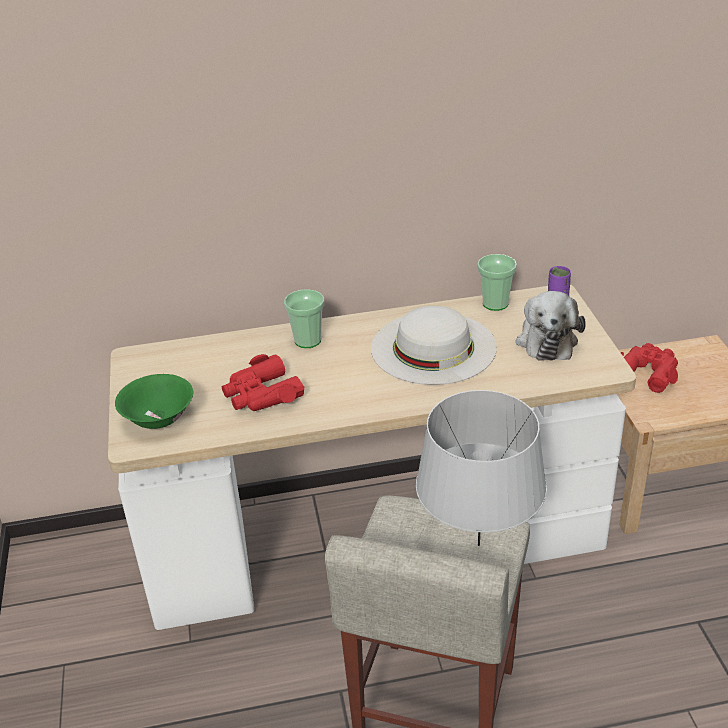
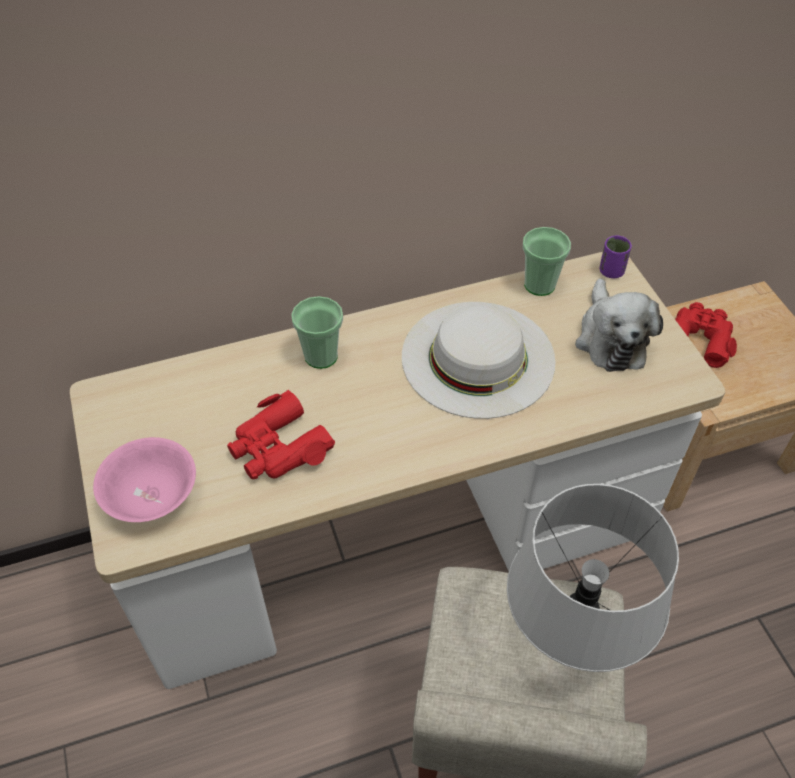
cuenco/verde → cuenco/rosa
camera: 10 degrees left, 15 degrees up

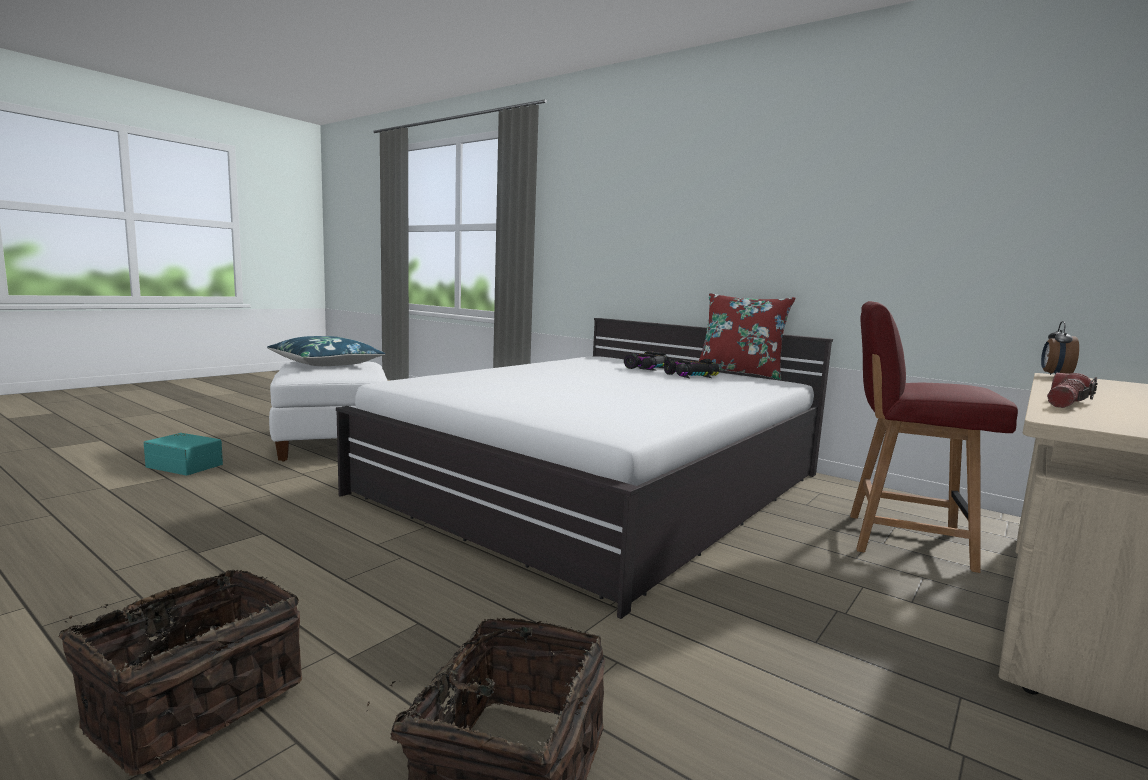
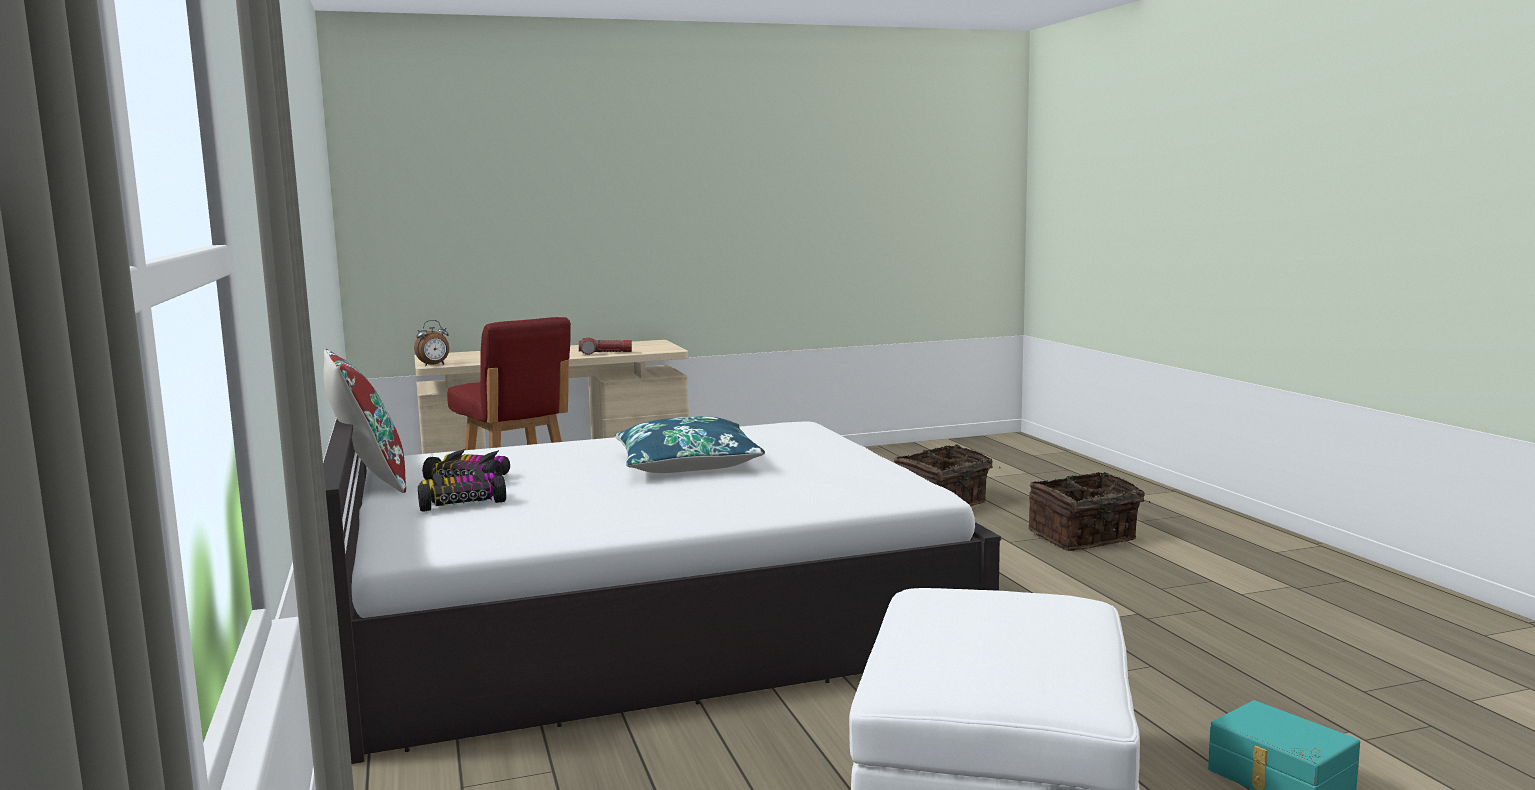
cojín/azul, move
camera: 145 degrees left, 0 degrees up

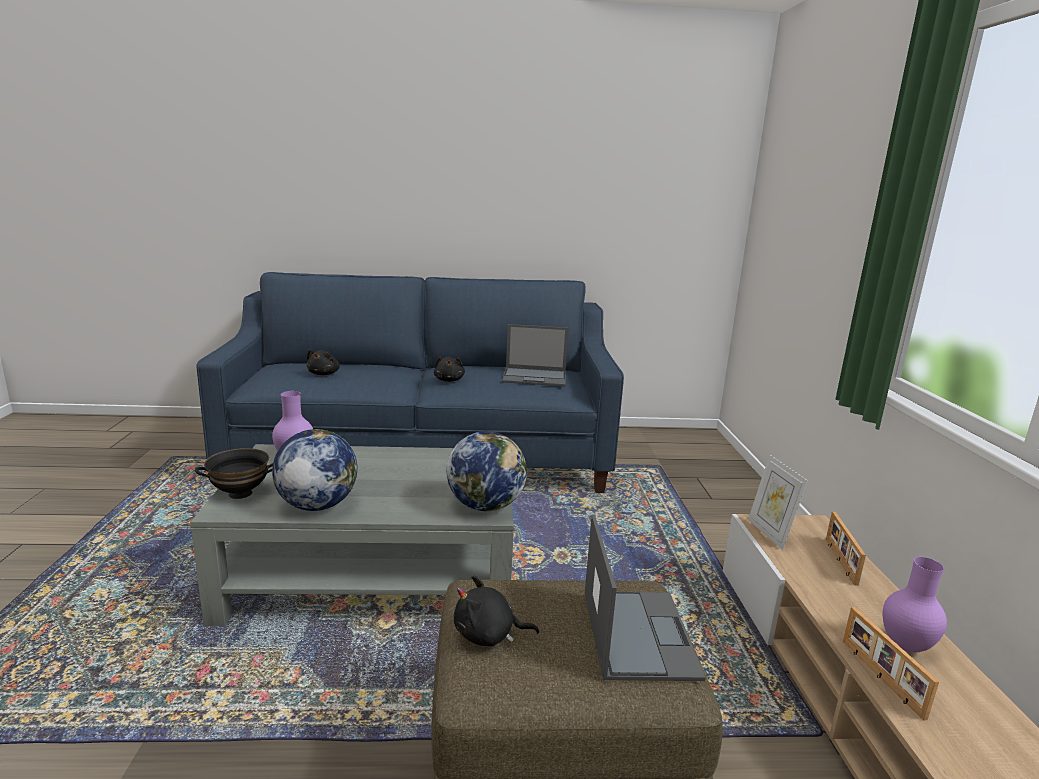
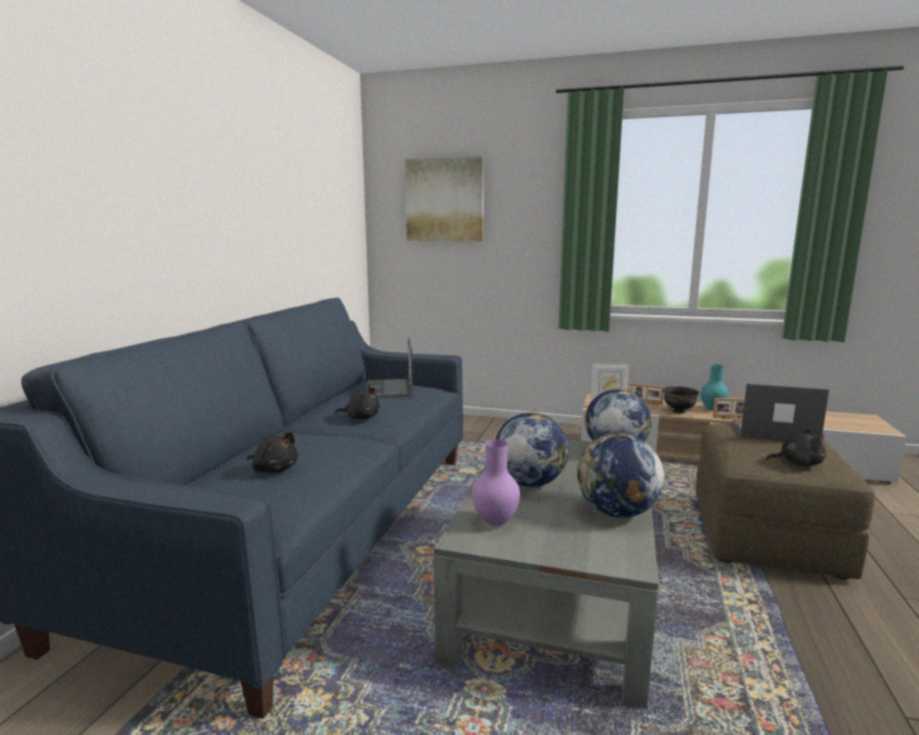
- → cuadro
- → globo terráqueo (1st from left)
cuenco/negro, move
florero/morado (2nd from left) → florero/turquesa
peluche/negro (3rd from left), 105 degrees counterclockwise
portátil (1st from left), 150 degrees clockwise
camera: 70 degrees left, 5 degrees down

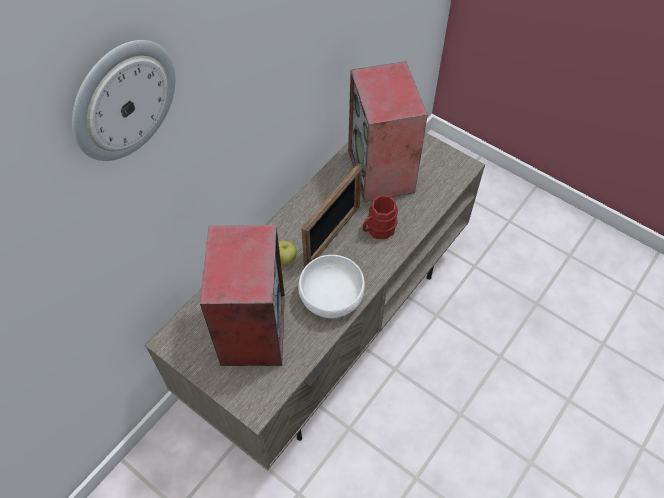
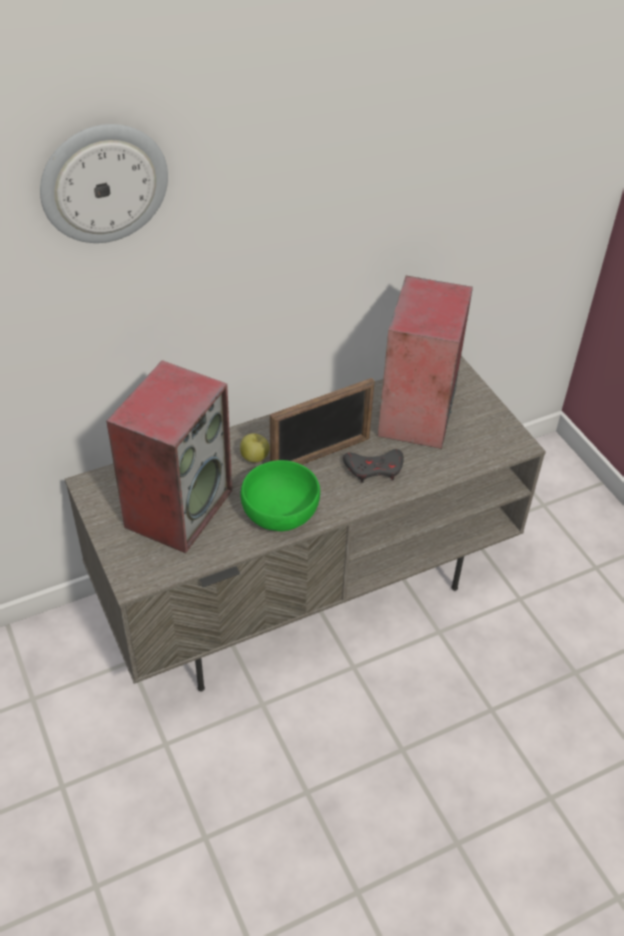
taza grande/rojo → mando de consola/gris
cuenco/blanco → cuenco/verde
camera: 25 degrees right, 10 degrees down

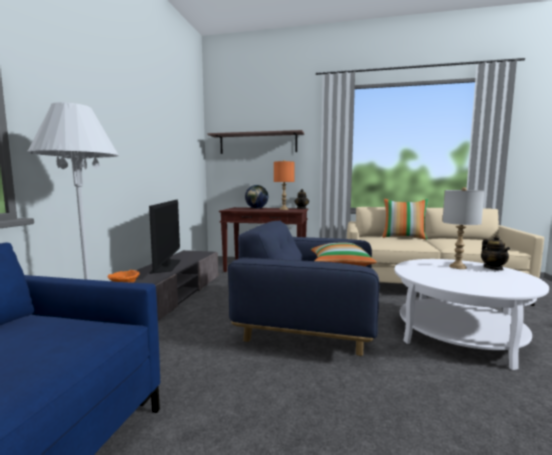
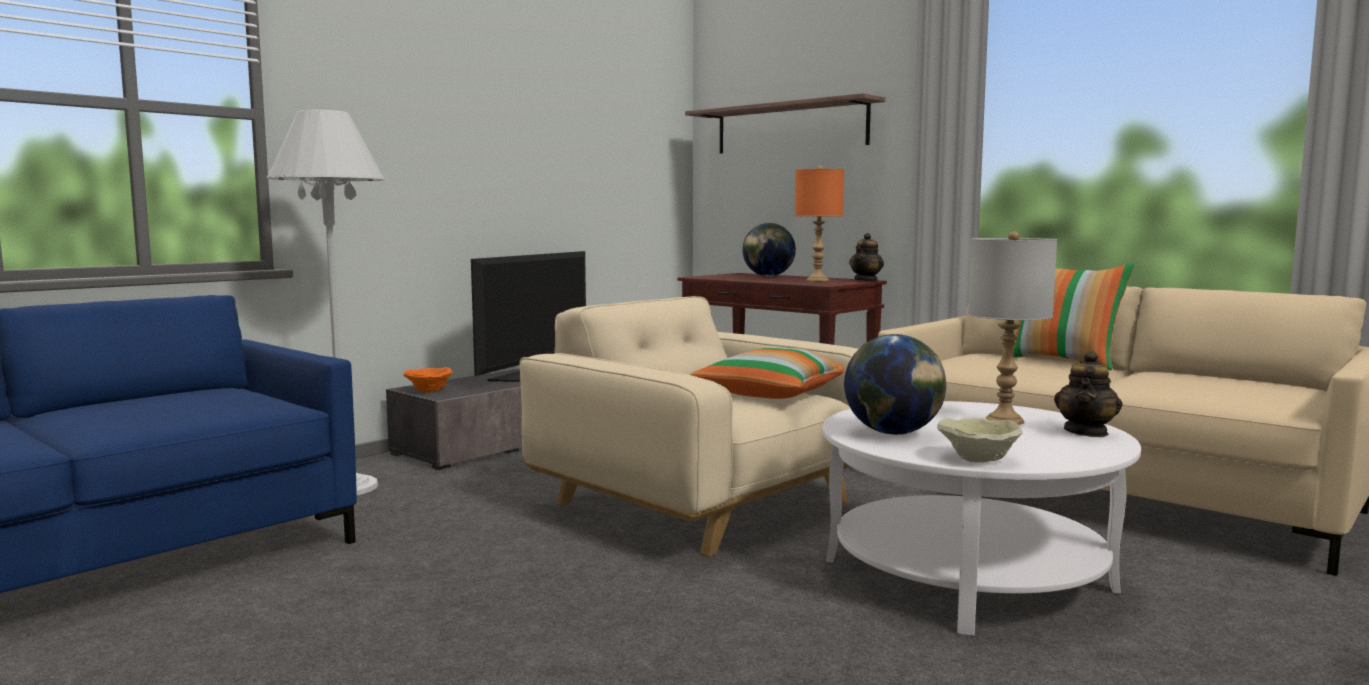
- → globo terráqueo (2nd from left)
- → cuenco/beis
sillón/azul → sillón/beis
camera: 30 degrees right, 0 degrees up

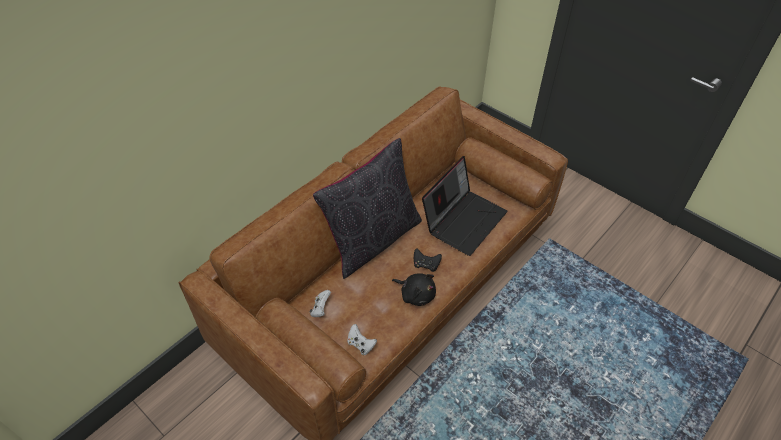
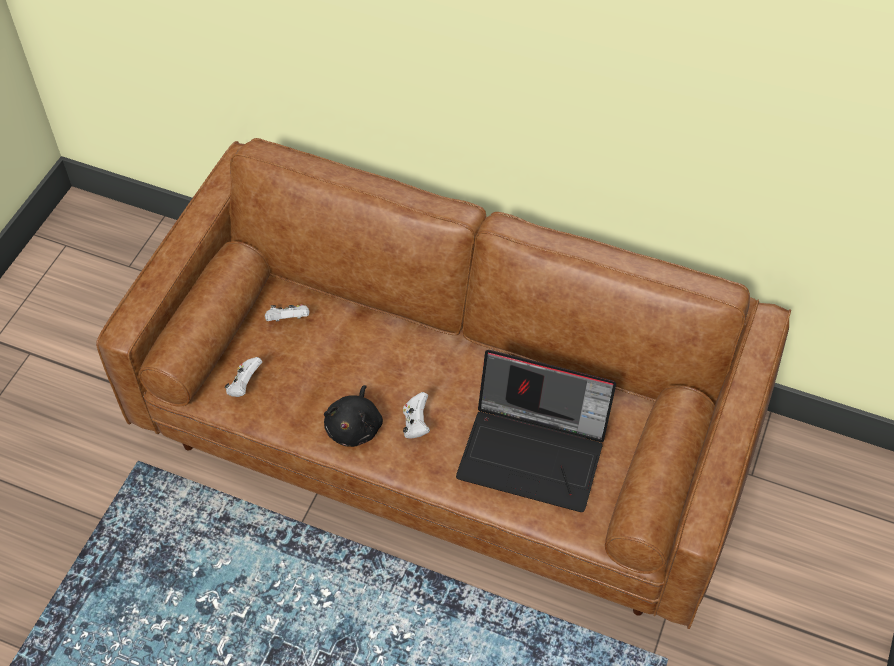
cojín/negro → -
mando de consola/negro → mando de consola/blanco (3rd from left)
camera: 70 degrees right, 5 degrees up

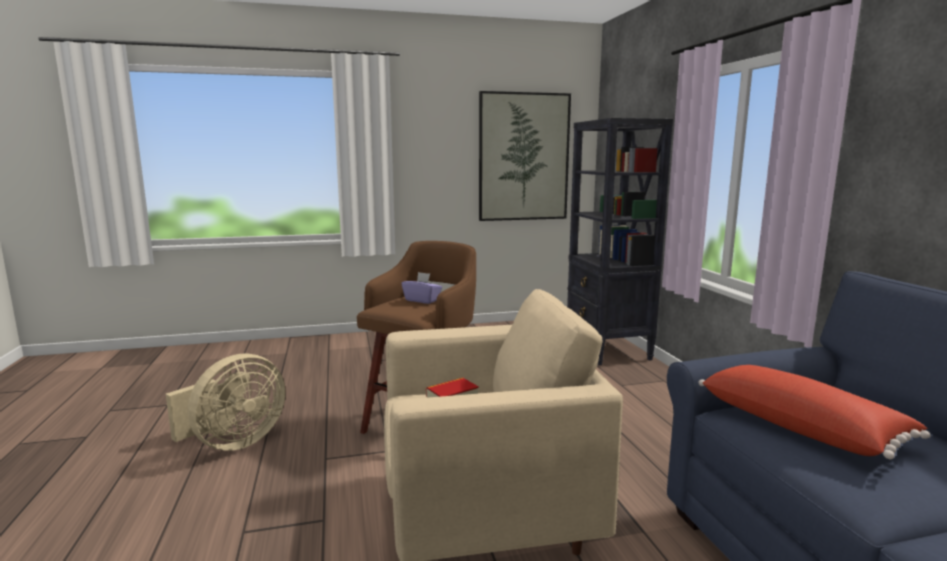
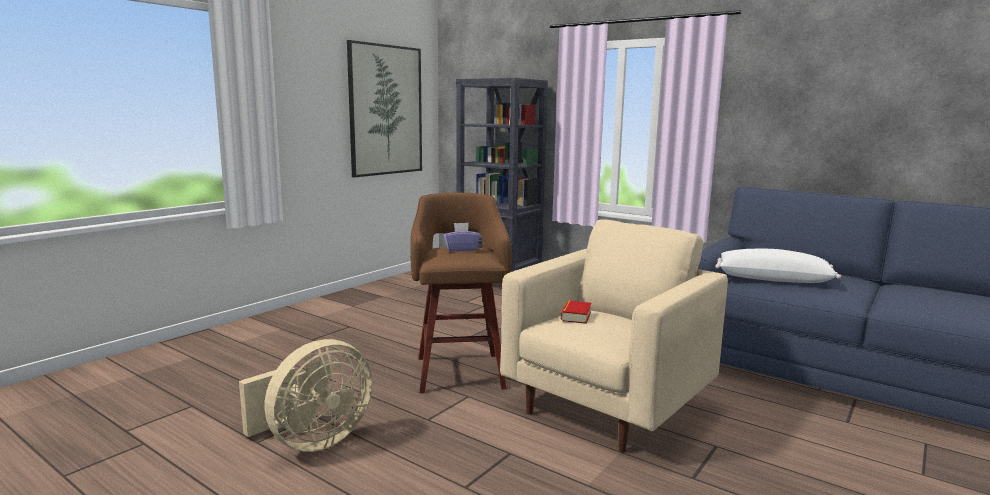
cojín/rojo → cojín/blanco
ventilador/beis, 45 degrees clockwise
camera: 40 degrees left, 0 degrees up

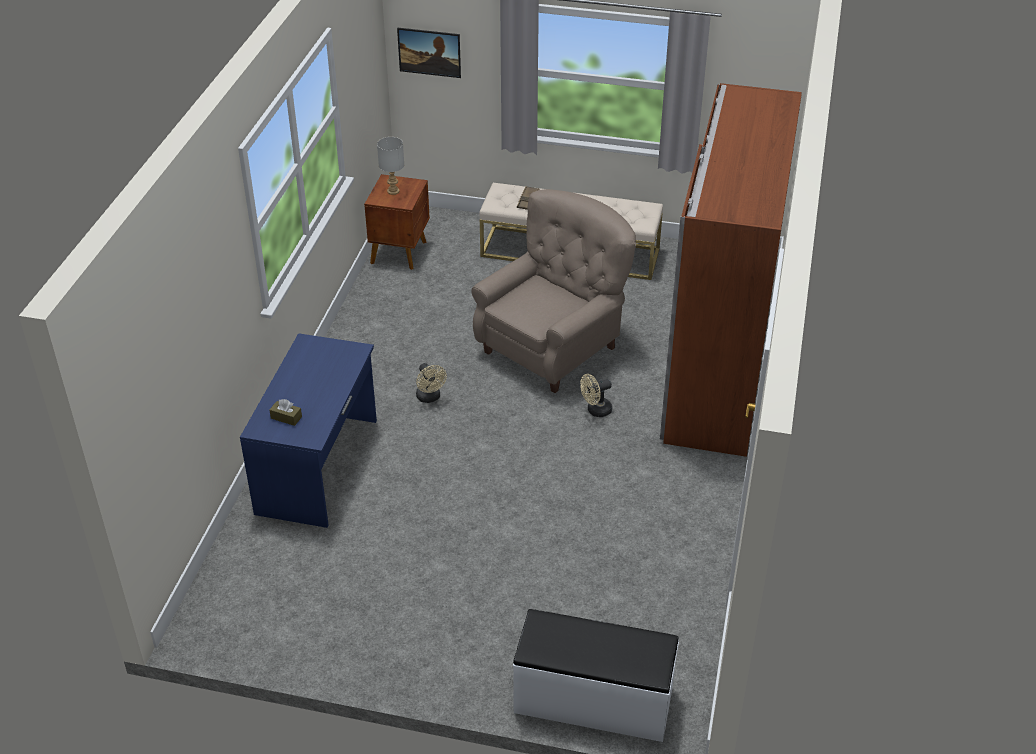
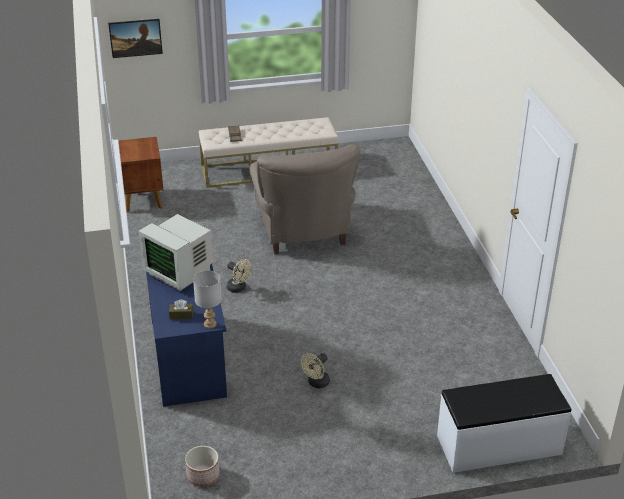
armario ropero/marrón → -
- → monitor
- → maceta
lámpara de mesa/gris, move
ventilador/beis (2nd from left), move
sillón/beis, 150 degrees clockwise
camera: 25 degrees left, 5 degrees down

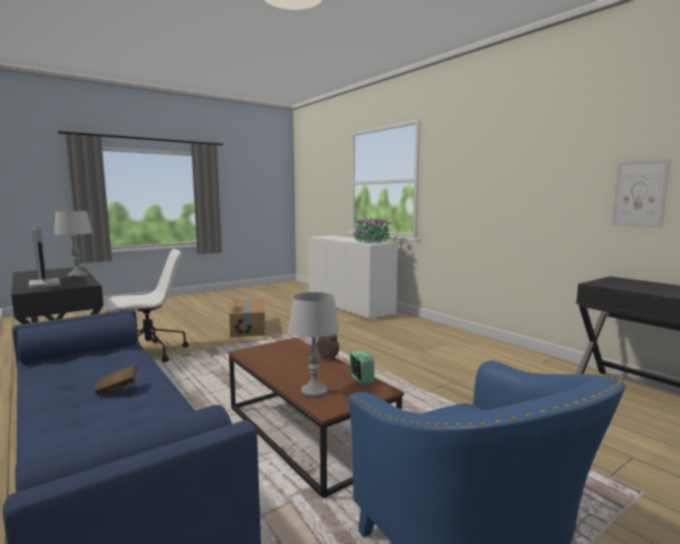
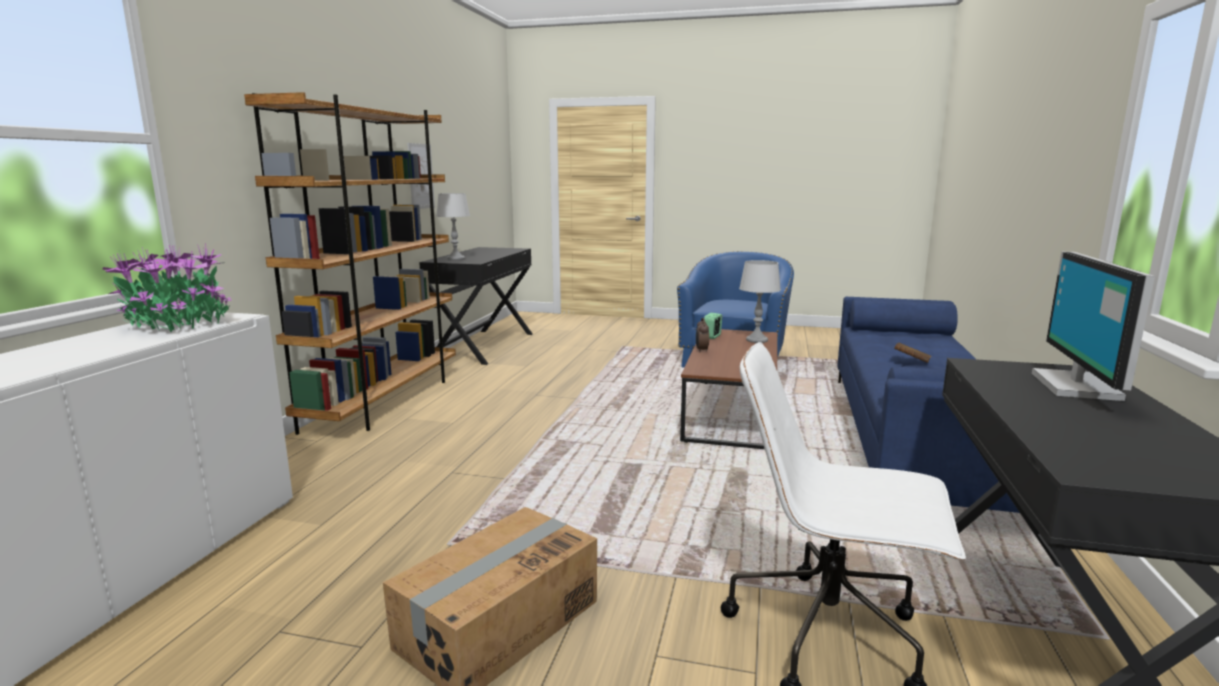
- → estantería/marrón
lámpara de mesa/gris (1st from left), move
camera: 130 degrees left, 5 degrees up

